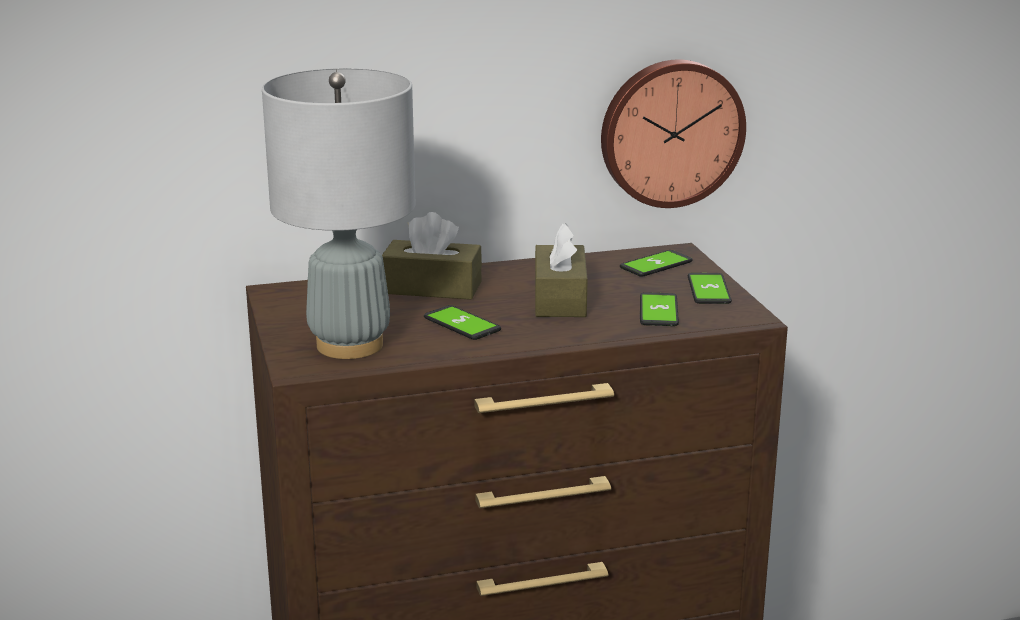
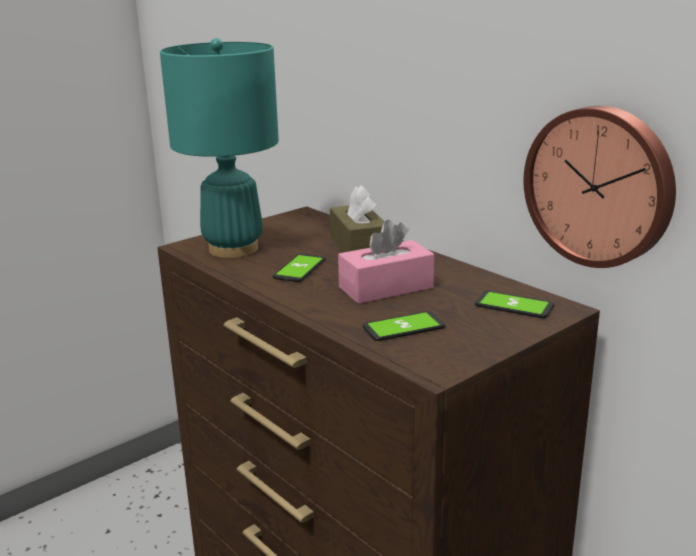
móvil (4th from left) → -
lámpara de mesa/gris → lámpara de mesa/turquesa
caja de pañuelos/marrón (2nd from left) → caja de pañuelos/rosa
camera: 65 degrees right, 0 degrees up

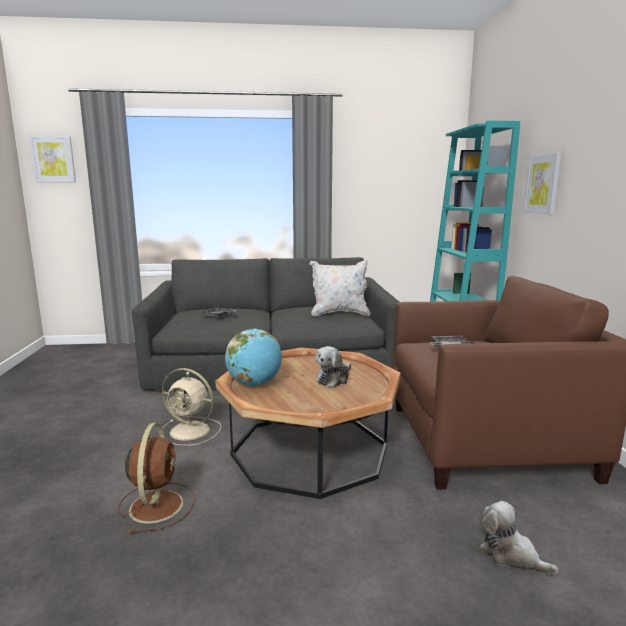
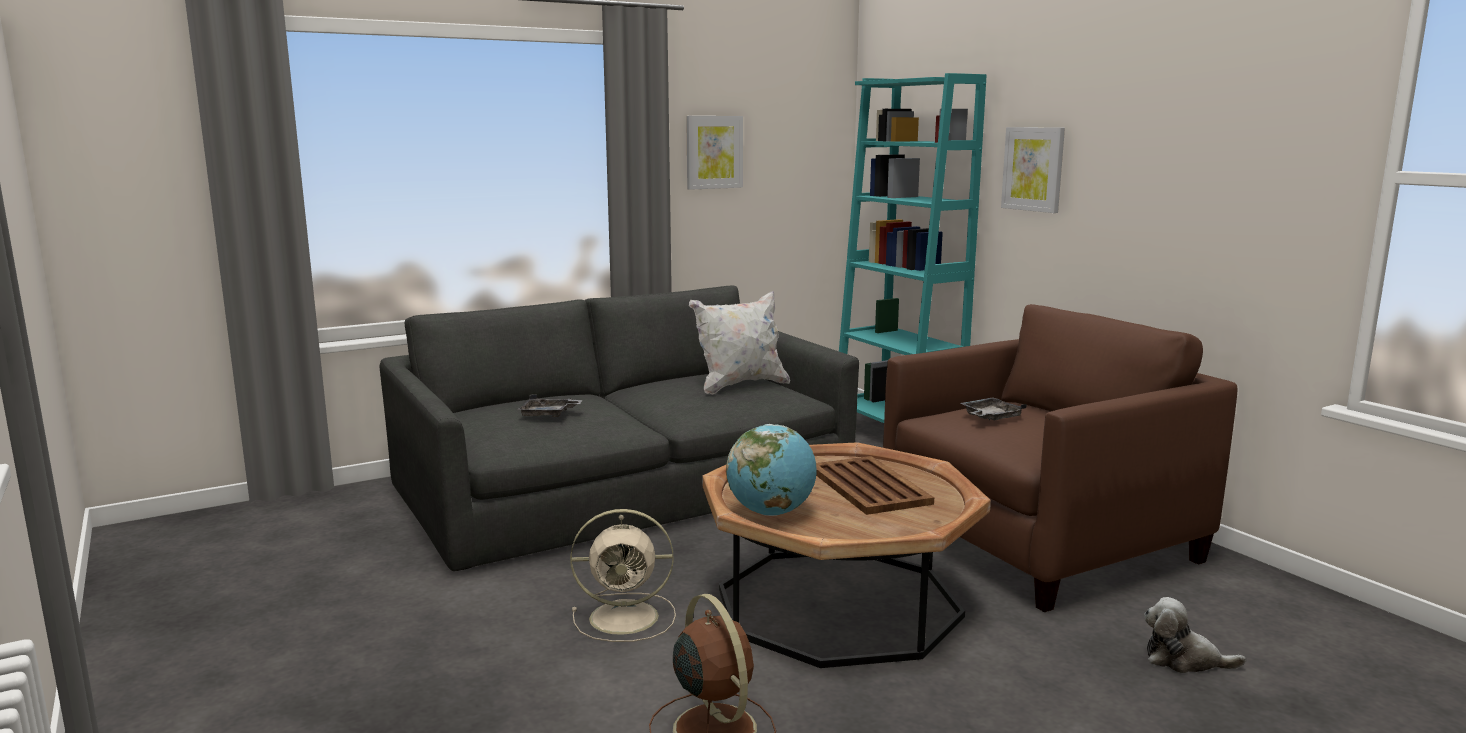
cuadro (1st from left), move
peluche (1st from left) → bandeja/marrón
camera: 25 degrees left, 0 degrees up

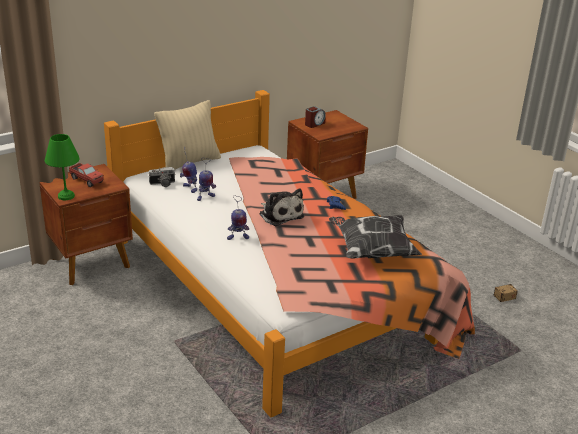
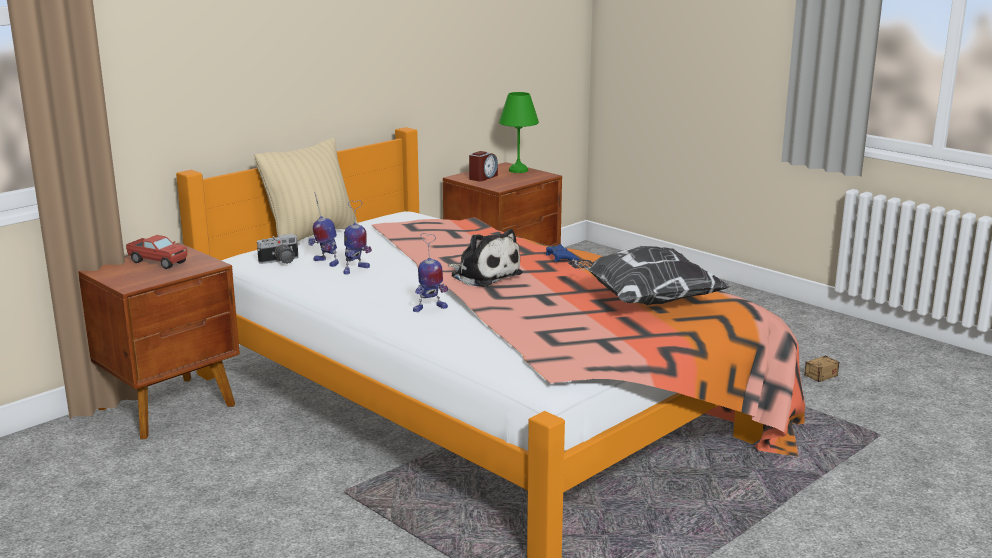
lámpara de mesa/verde, move
camera: 10 degrees left, 10 degrees down

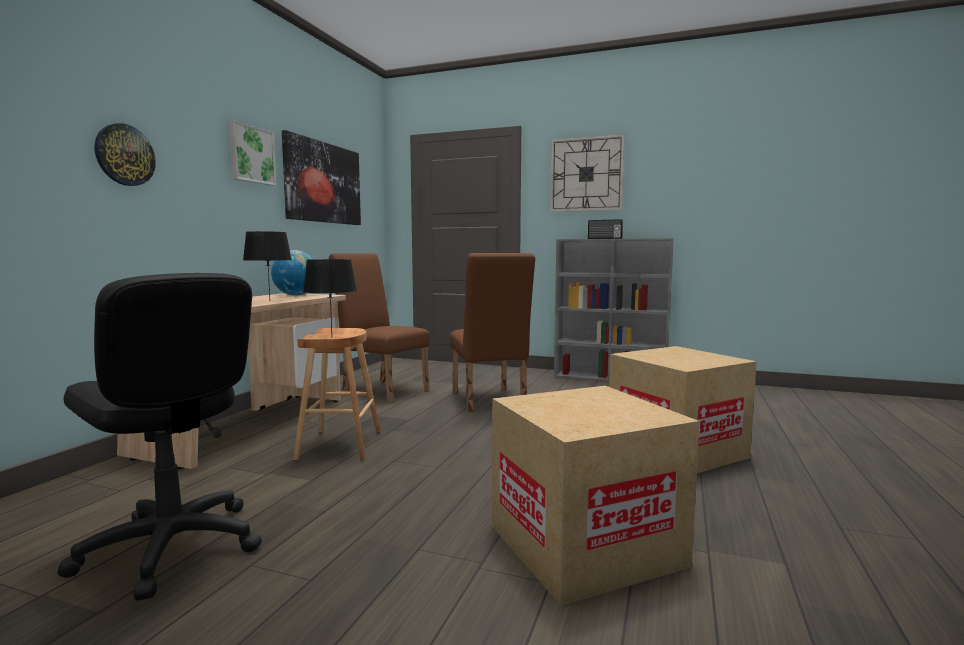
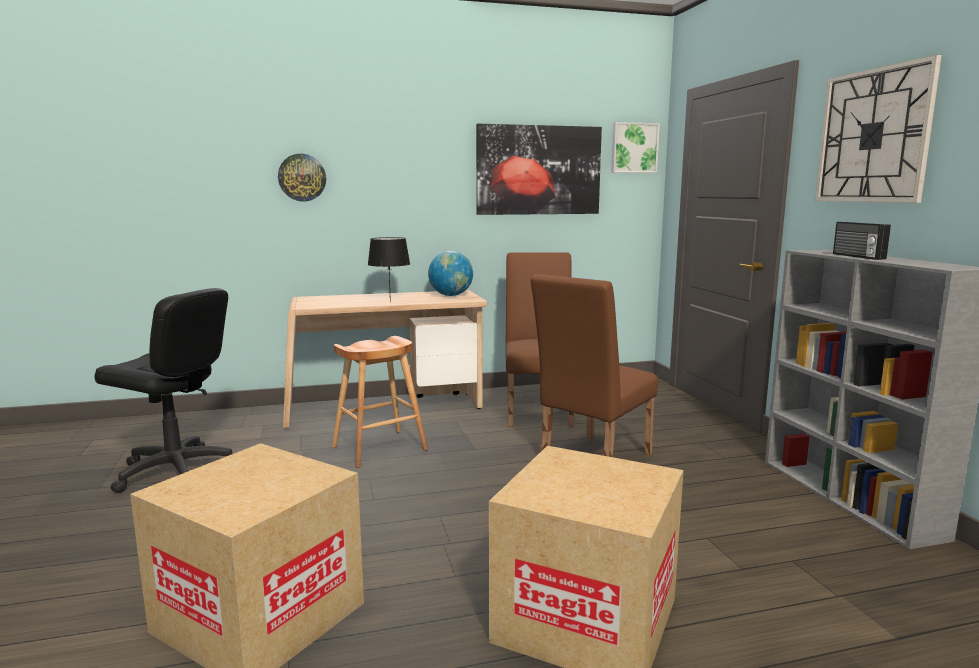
lámpara de mesa/negro (2nd from left) → -
cuadro (1st from left in the first image) → cuadro (2nd from left), move
silla de oficina/negro, 75 degrees counterclockwise
camera: 55 degrees right, 5 degrees up

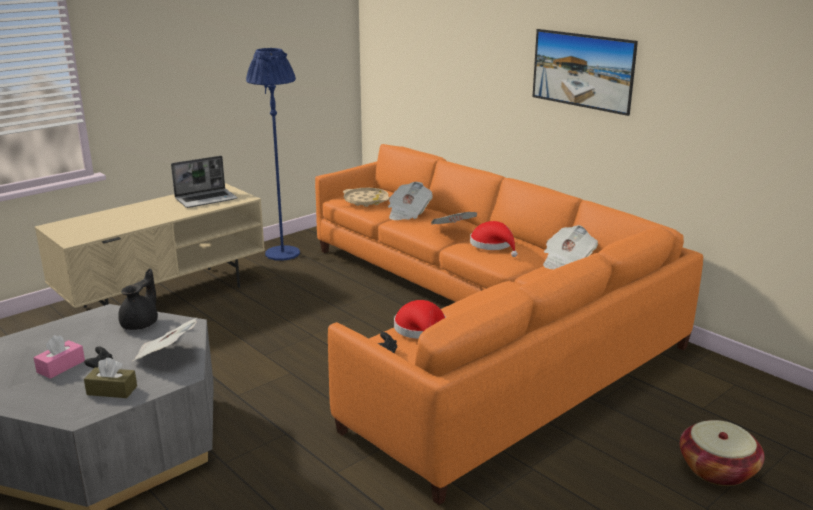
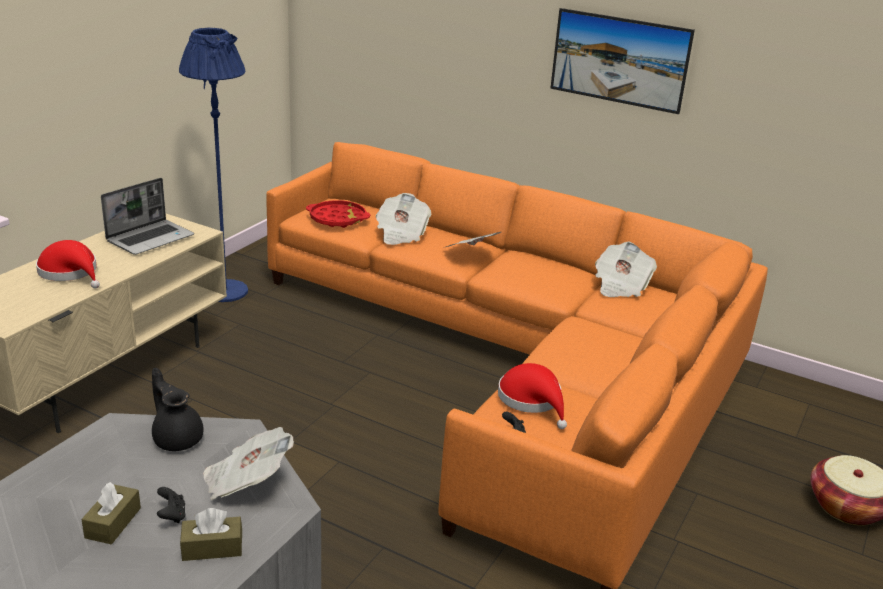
sombrero/rojo (2nd from left in the first image) → sombrero/rojo (1st from left), move
caja de pañuelos/rosa → caja de pañuelos/marrón (1st from left)
bandeja/beis → bandeja/rojo
tetera/negro, 45 degrees counterclockwise
camera: 20 degrees left, 5 degrees up

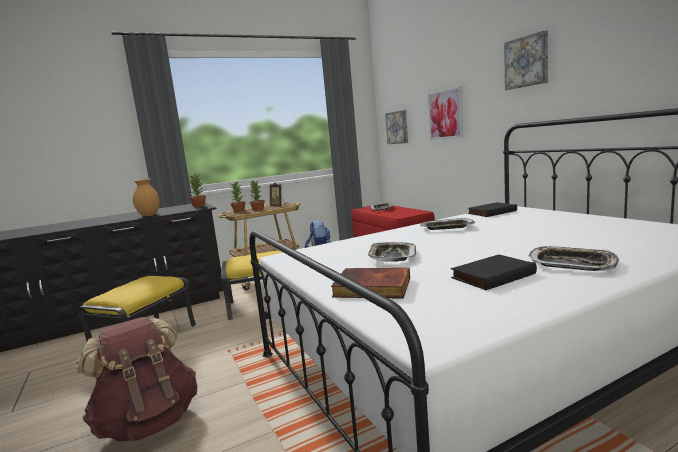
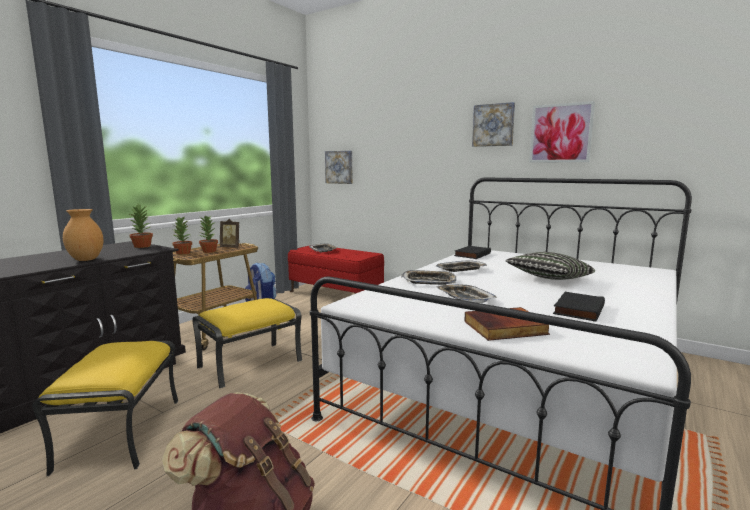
- → cojín
cuadro (2nd from left in the first image) → cuadro (3rd from left), move
bandeja (4th from left in the first image) → bandeja (2nd from left), move
camera: 30 degrees left, 0 degrees up

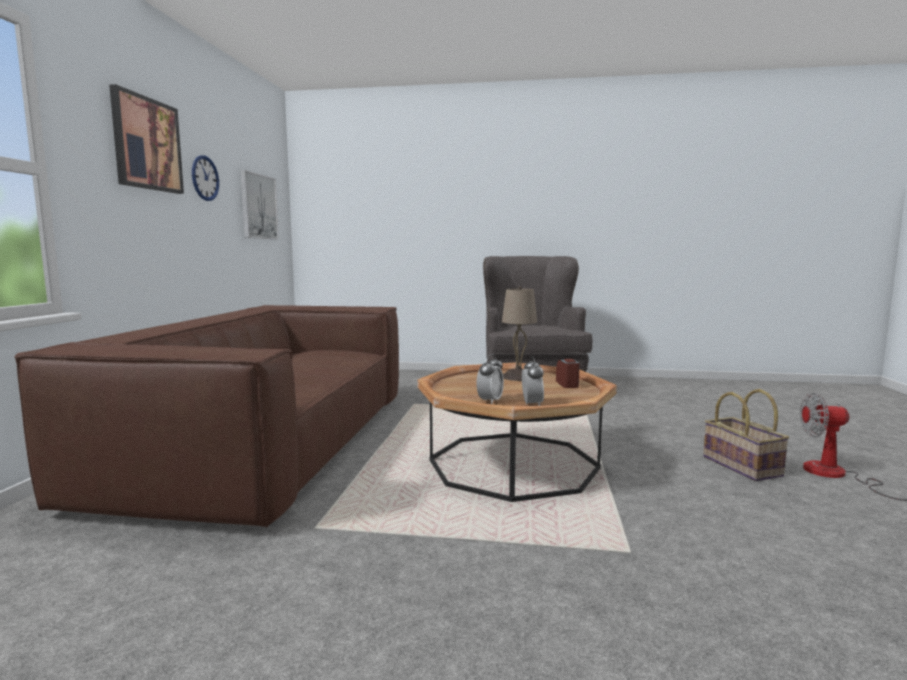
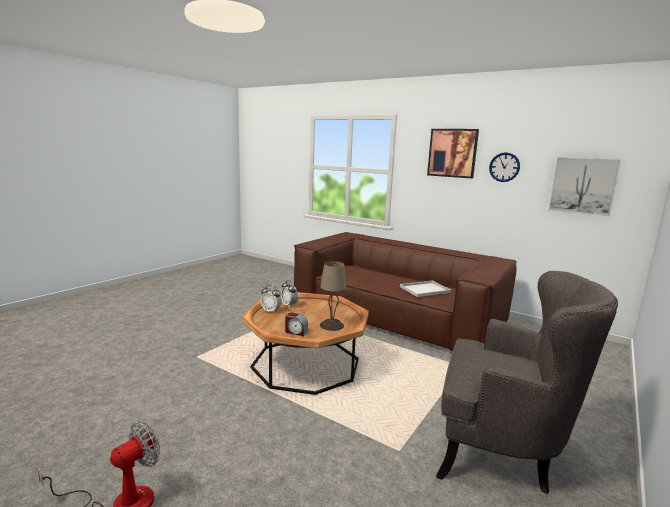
cesta → -
- → bandeja/blanco
camera: 115 degrees right, 5 degrees up

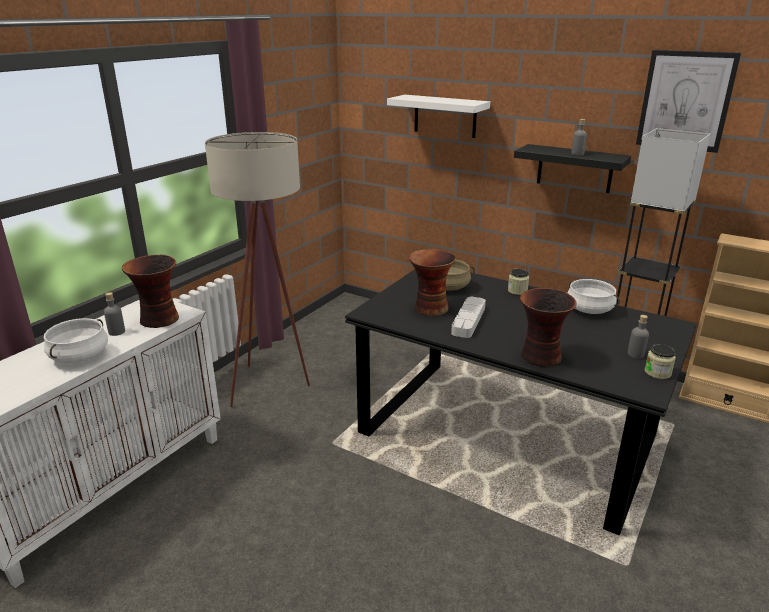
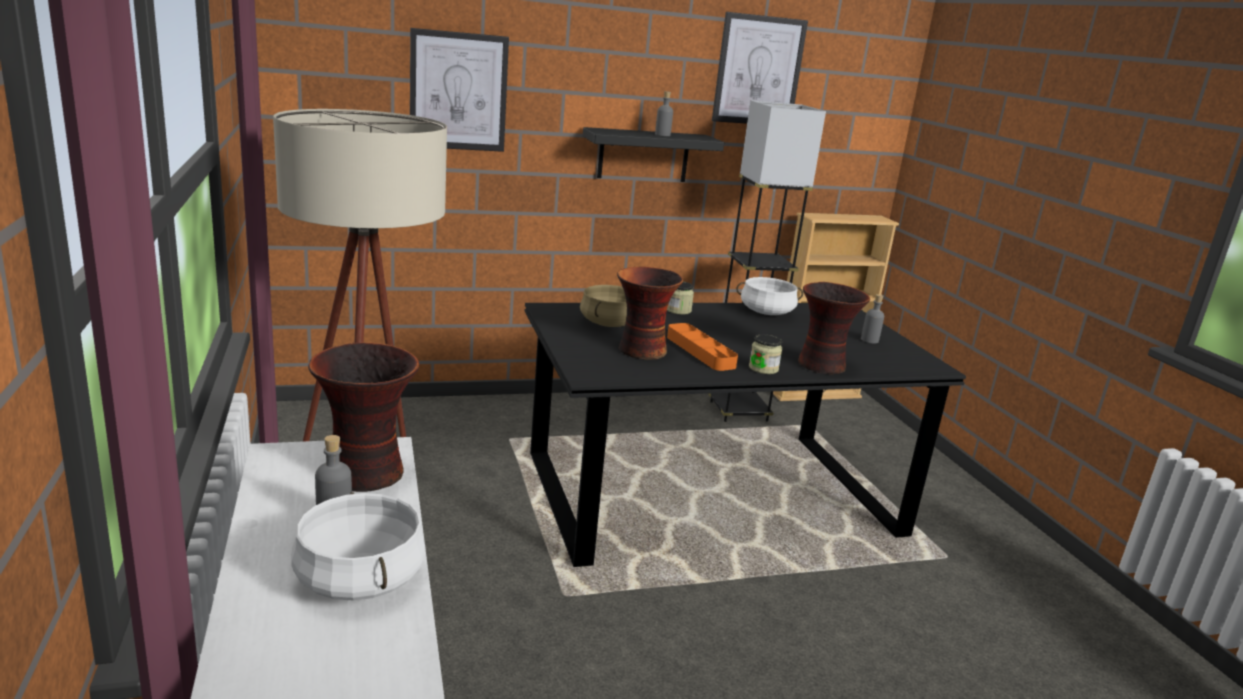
tarro (2nd from left), move
estante/blanco → cuadro (1st from left)
bandeja/gris → bandeja/naranja
camera: 50 degrees left, 5 degrees down

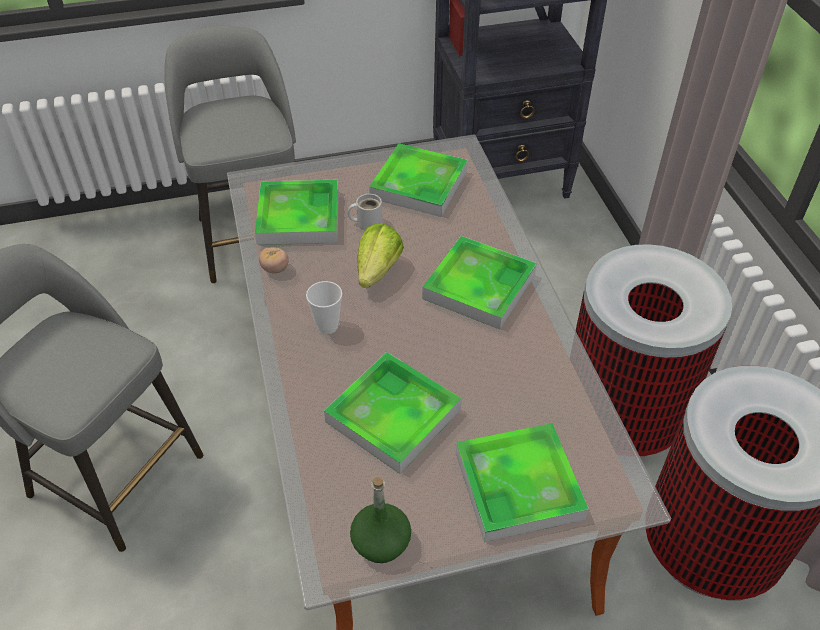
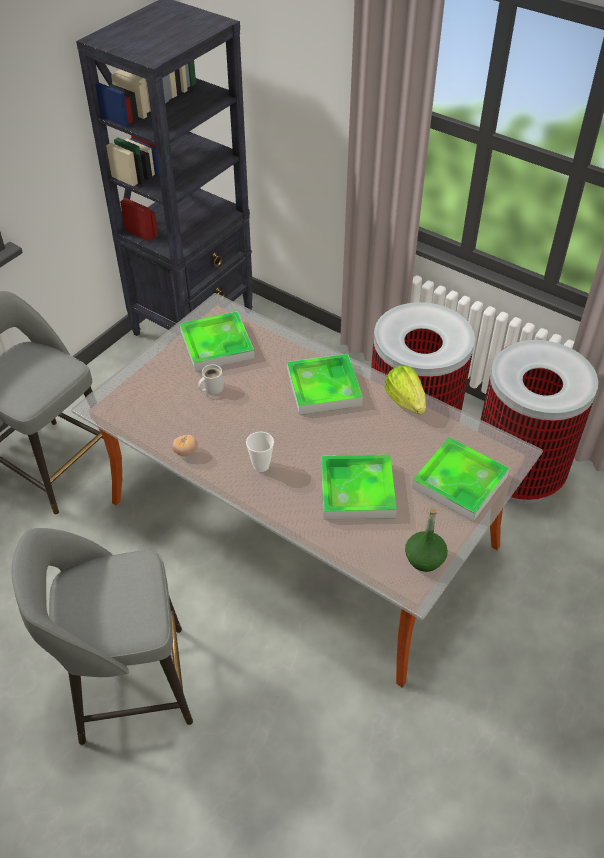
bandeja (1st from left) → -
lechuga, move
camera: 40 degrees left, 0 degrees up

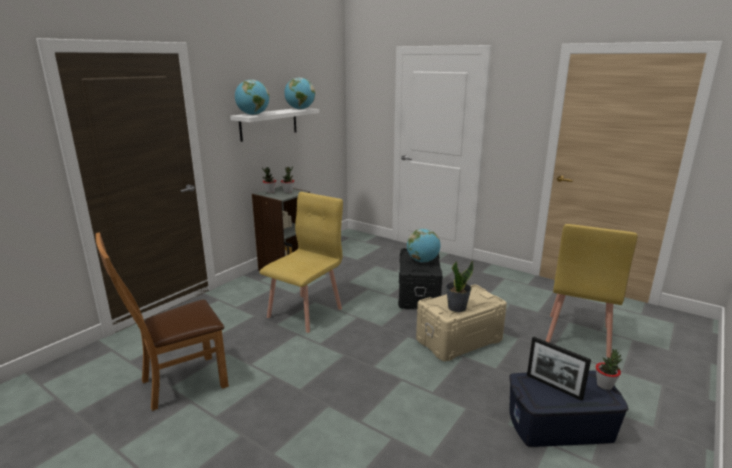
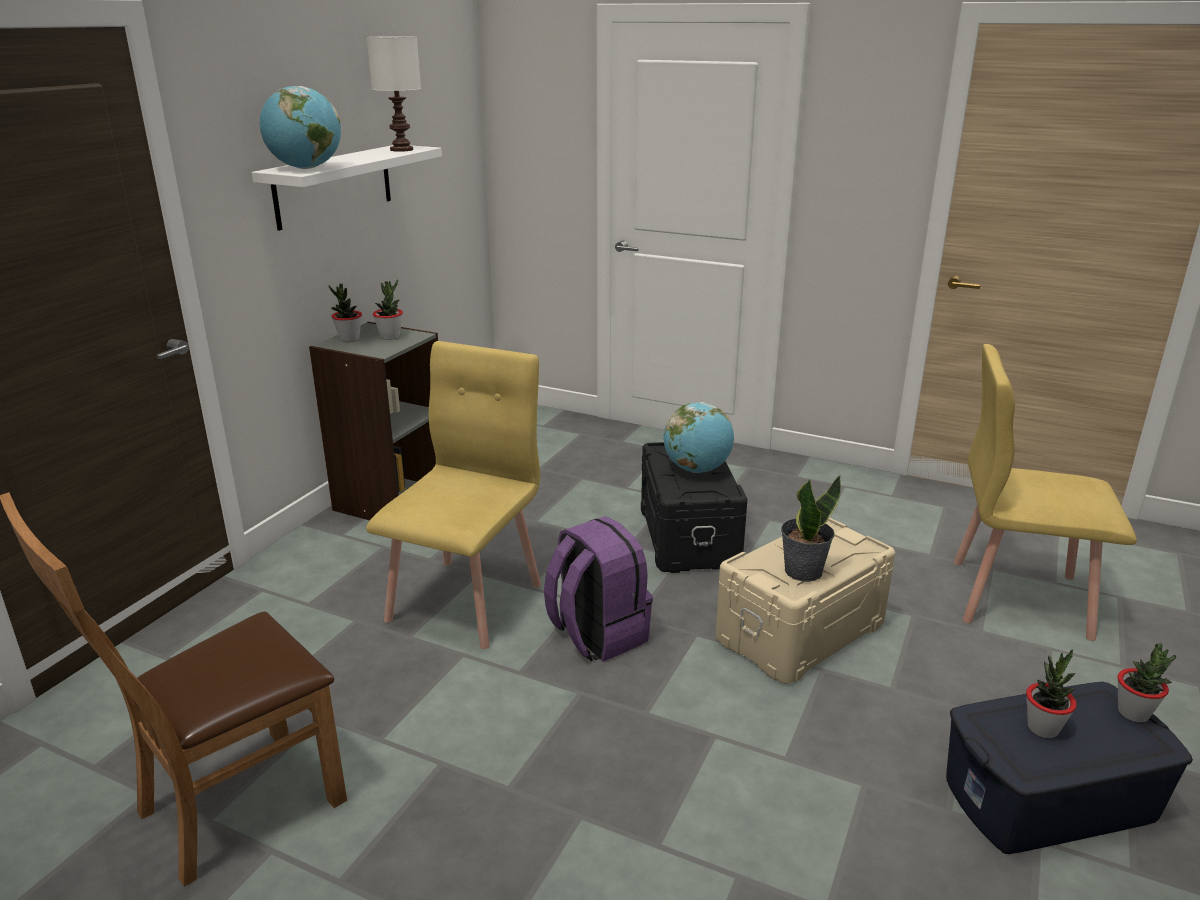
- → mochila/morado
globo terráqueo (2nd from left) → lámpara de mesa/blanco
portarretratos → planta en maceta (4th from left)
silla/amarillo (2nd from left), 90 degrees clockwise
camera: 10 degrees left, 5 degrees up

